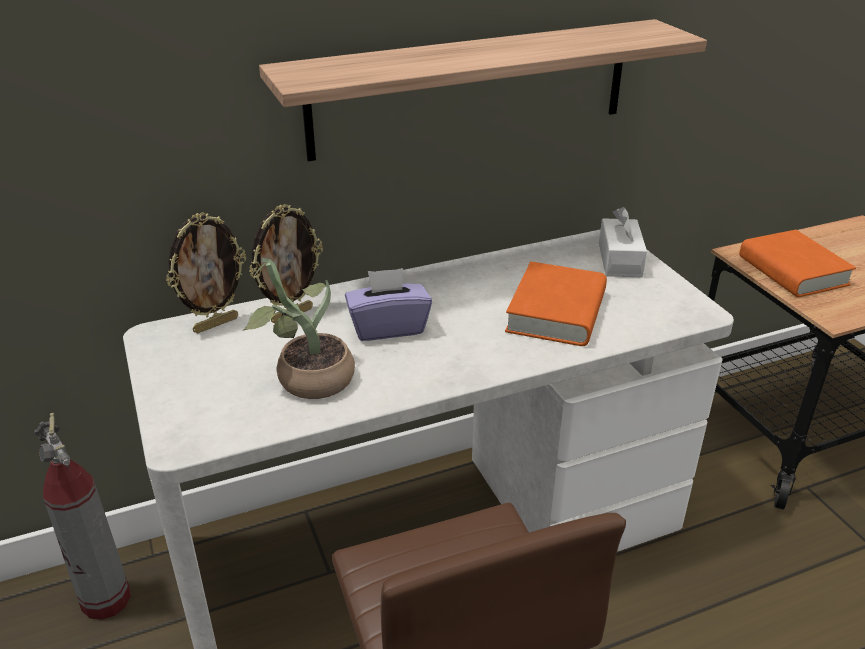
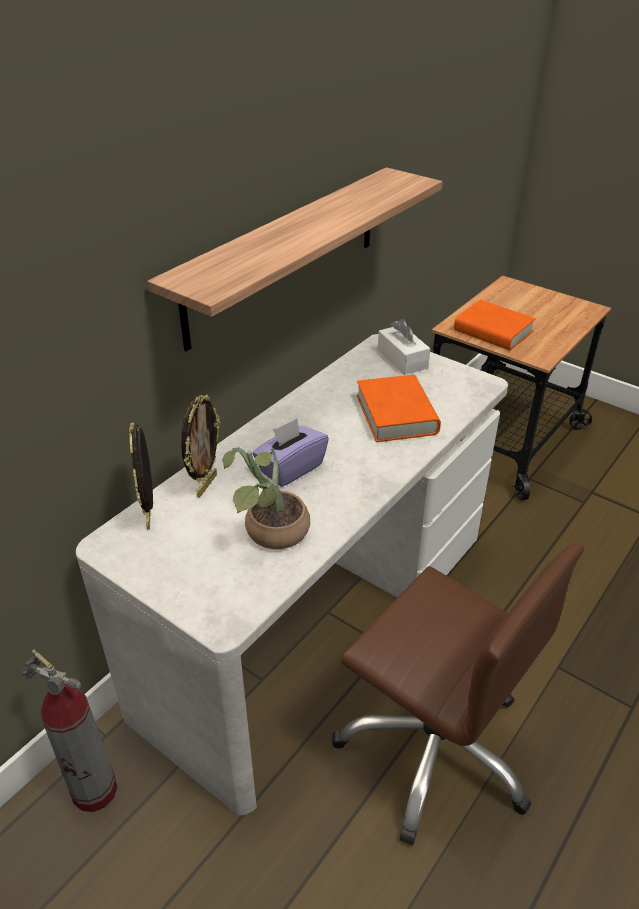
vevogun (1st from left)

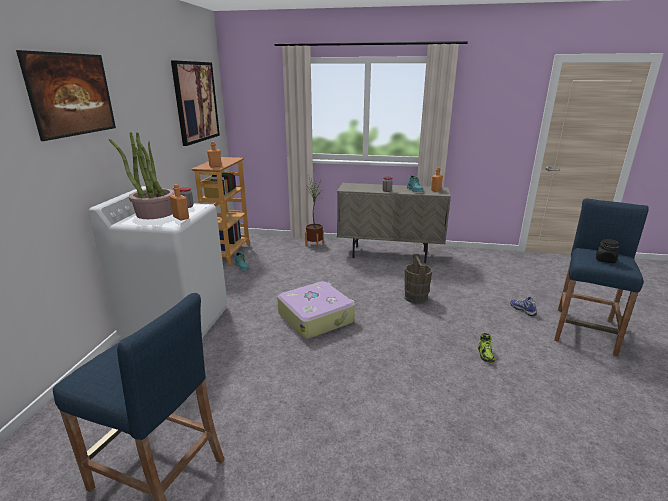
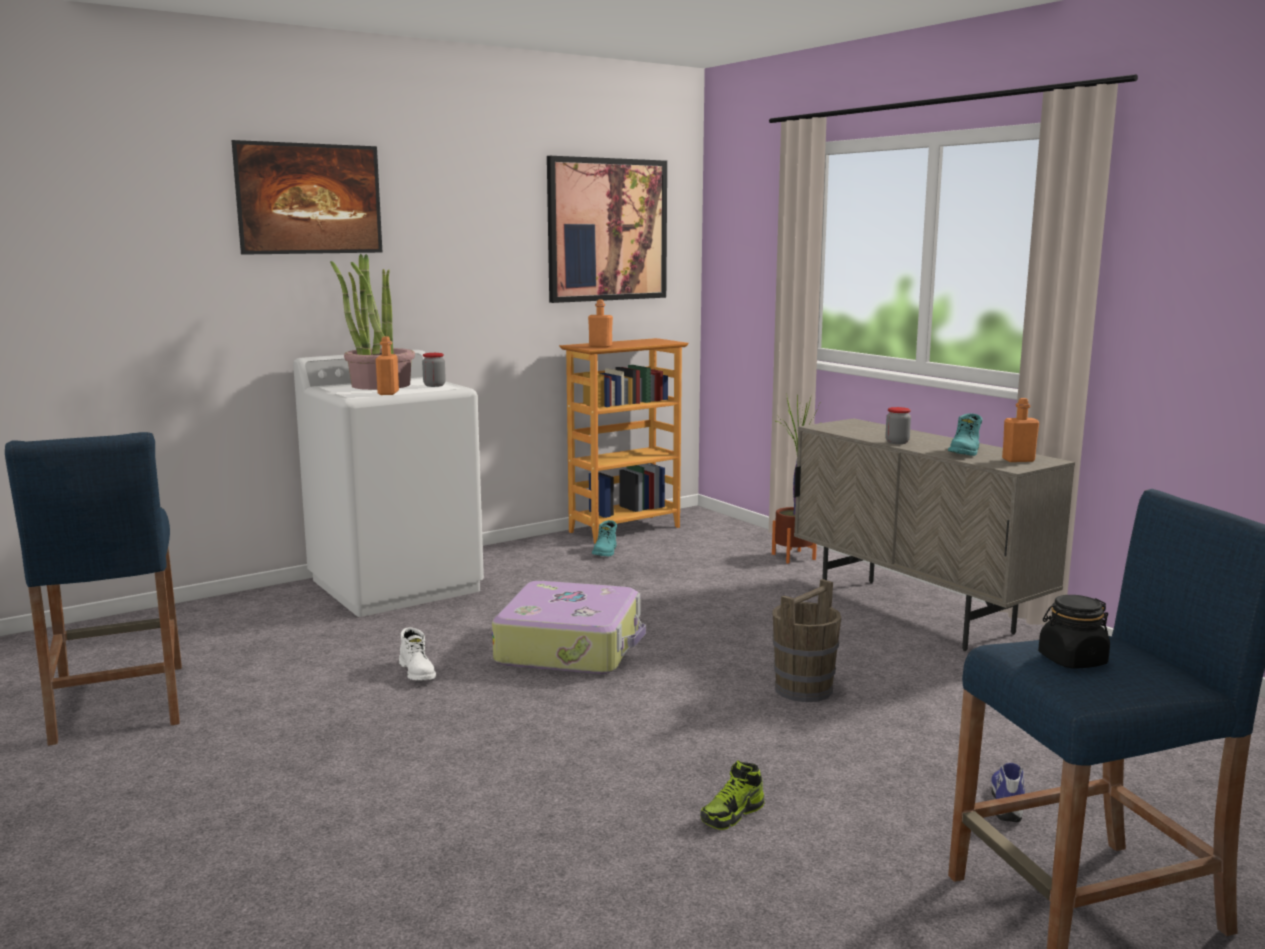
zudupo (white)

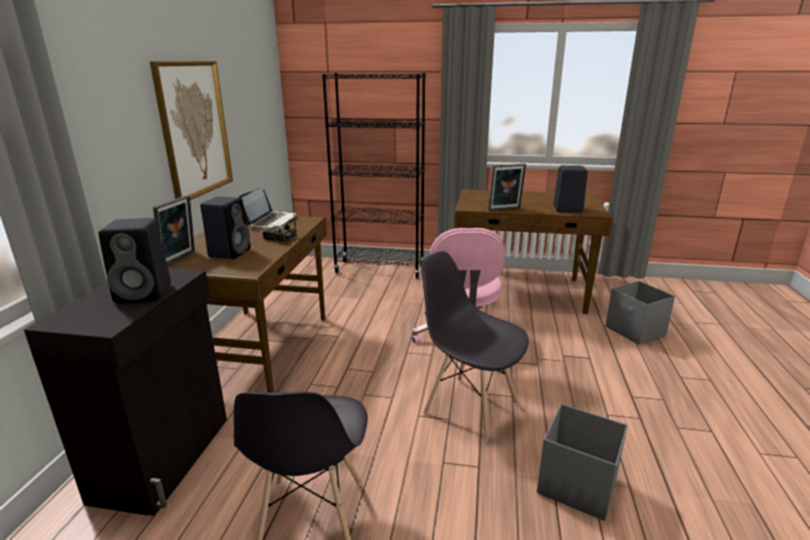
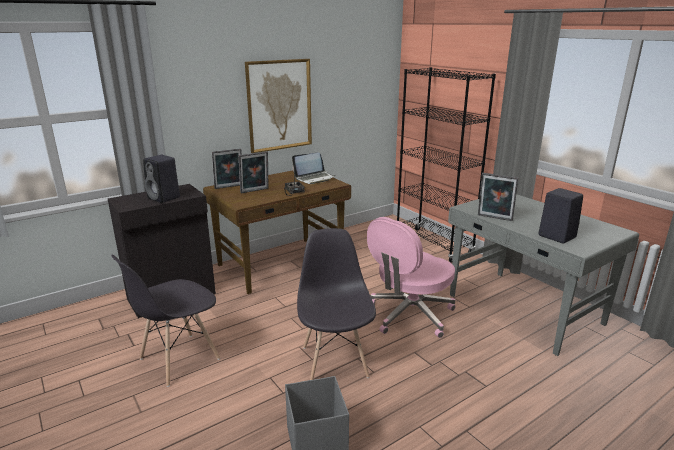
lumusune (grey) (2nd from left in the first image)
vevogun (2nd from left)
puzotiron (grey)

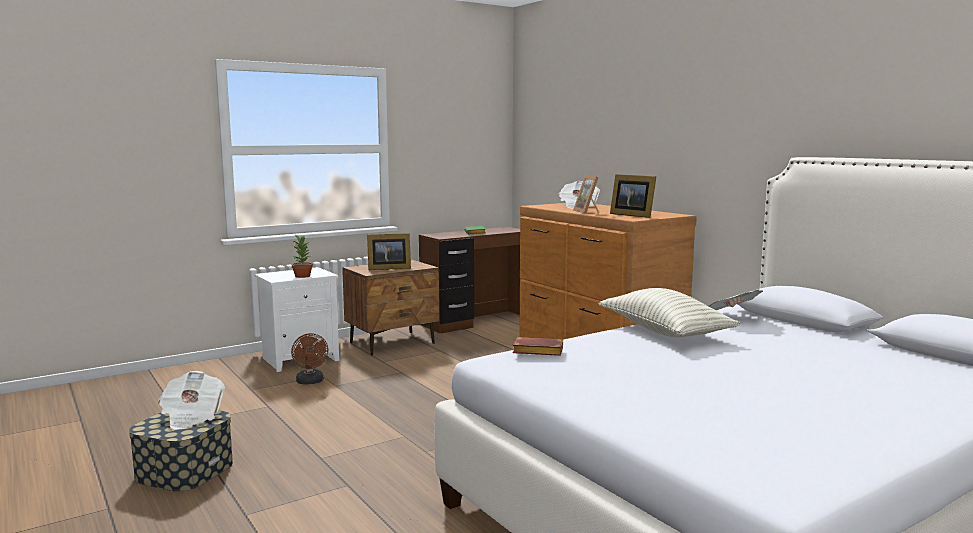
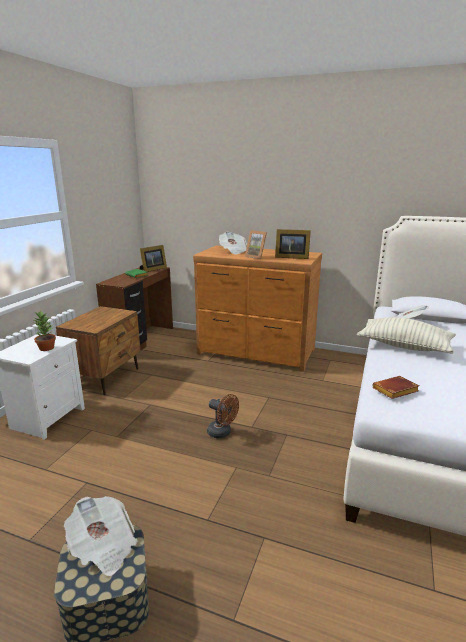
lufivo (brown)
vevogun (1st from left)

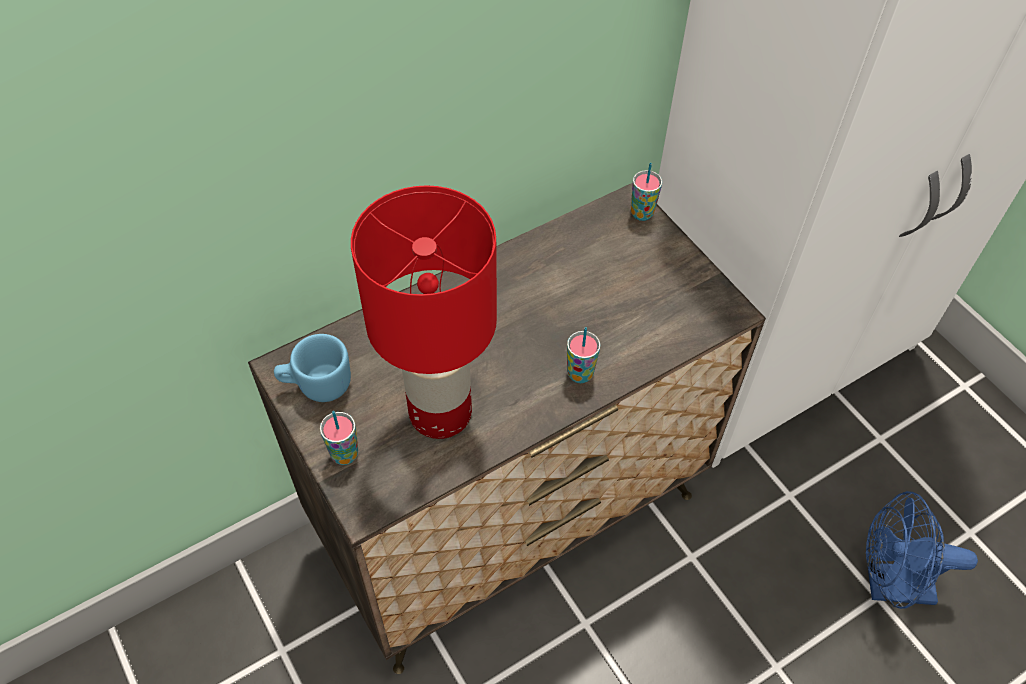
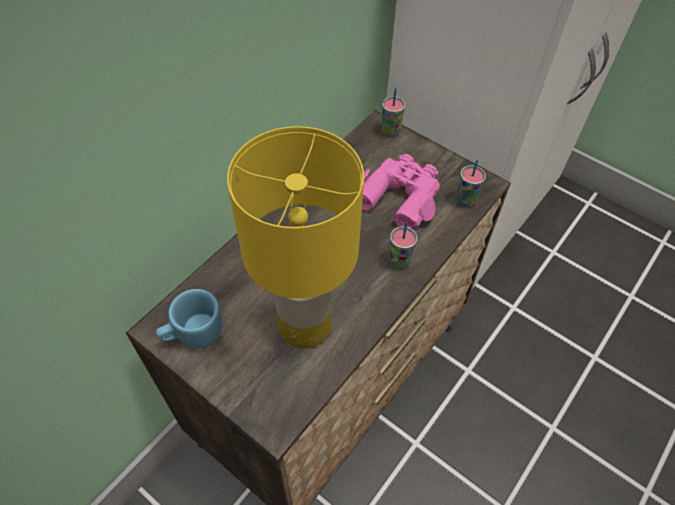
lufivo (blue)
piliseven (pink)
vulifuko (3rd from left)
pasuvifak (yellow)

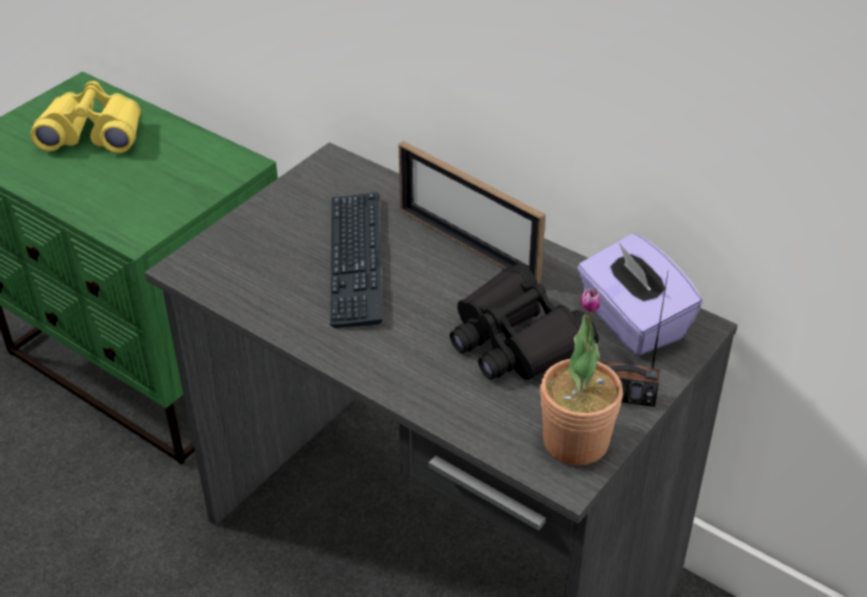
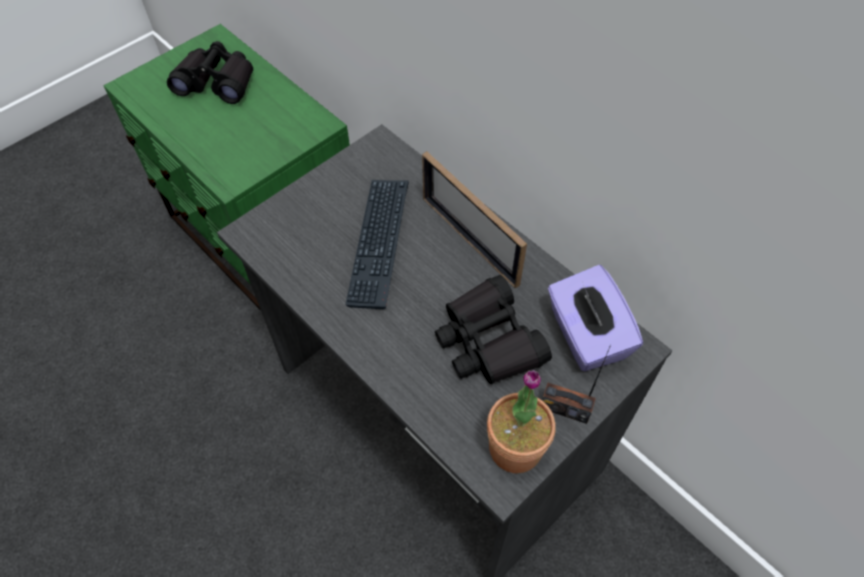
piliseven (black) (1st from left)

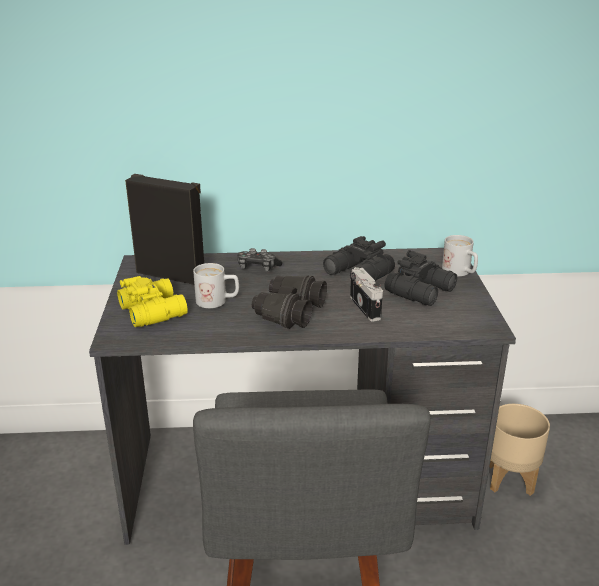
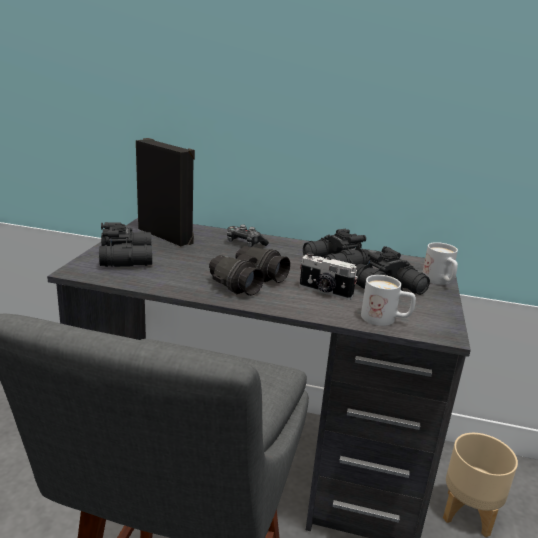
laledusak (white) (1st from left)
piliseven (black) (1st from left)
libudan

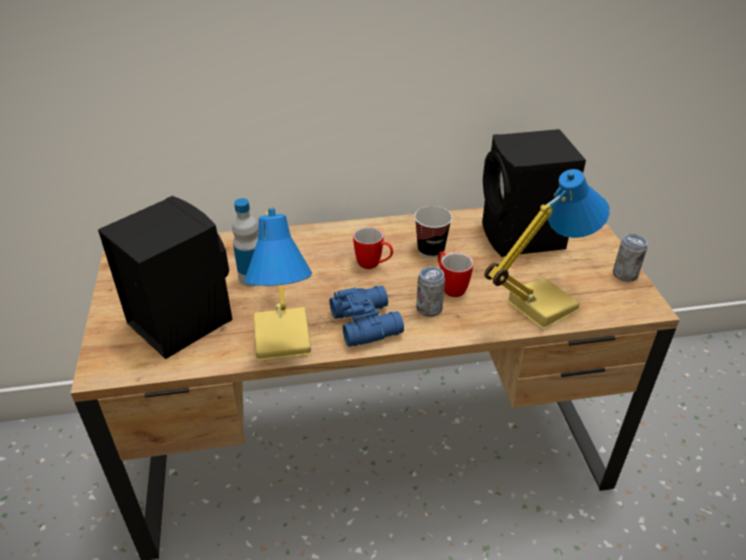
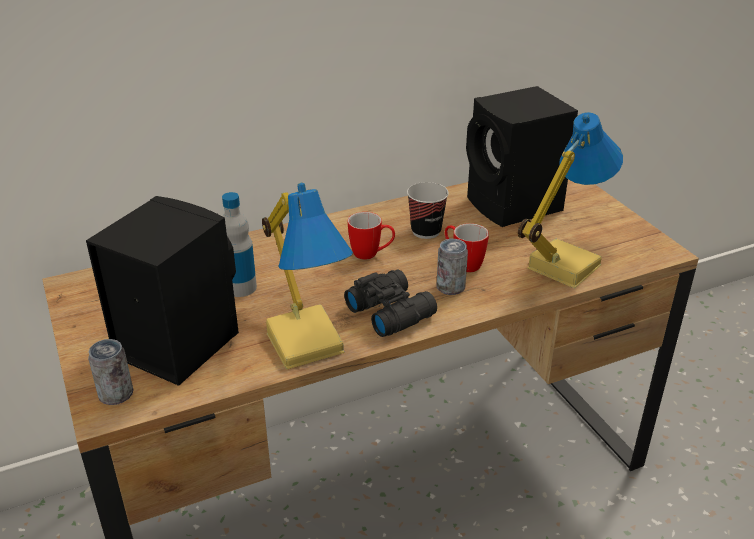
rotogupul (1st from left)
piliseven (black)

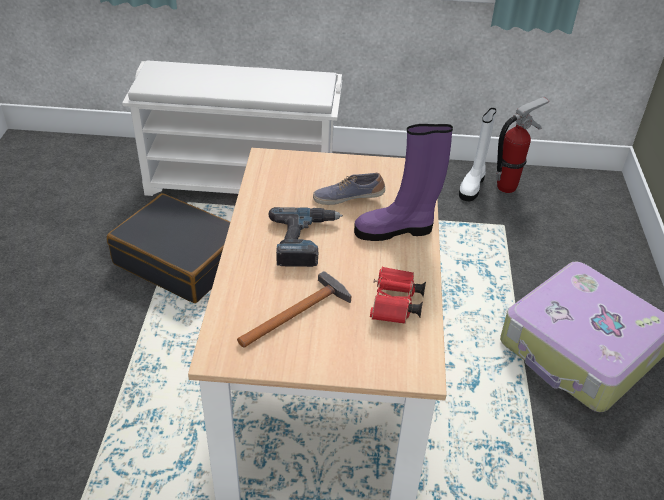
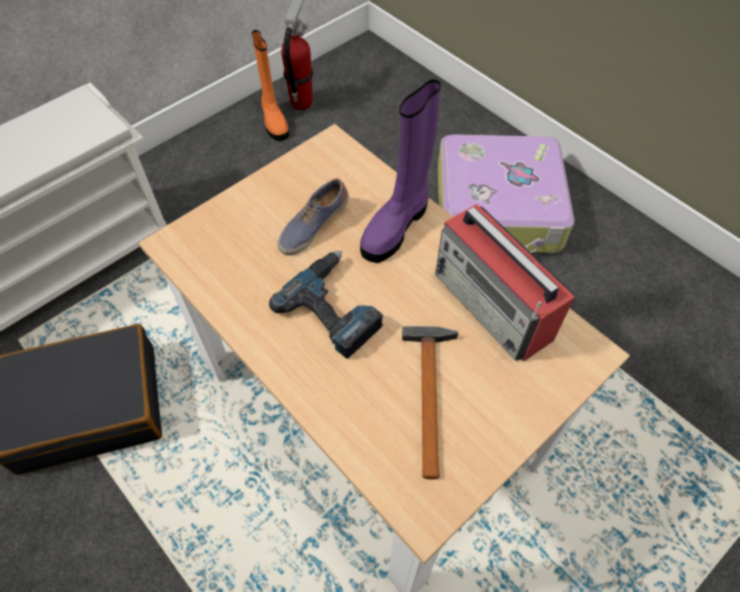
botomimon
zudupo (orange)

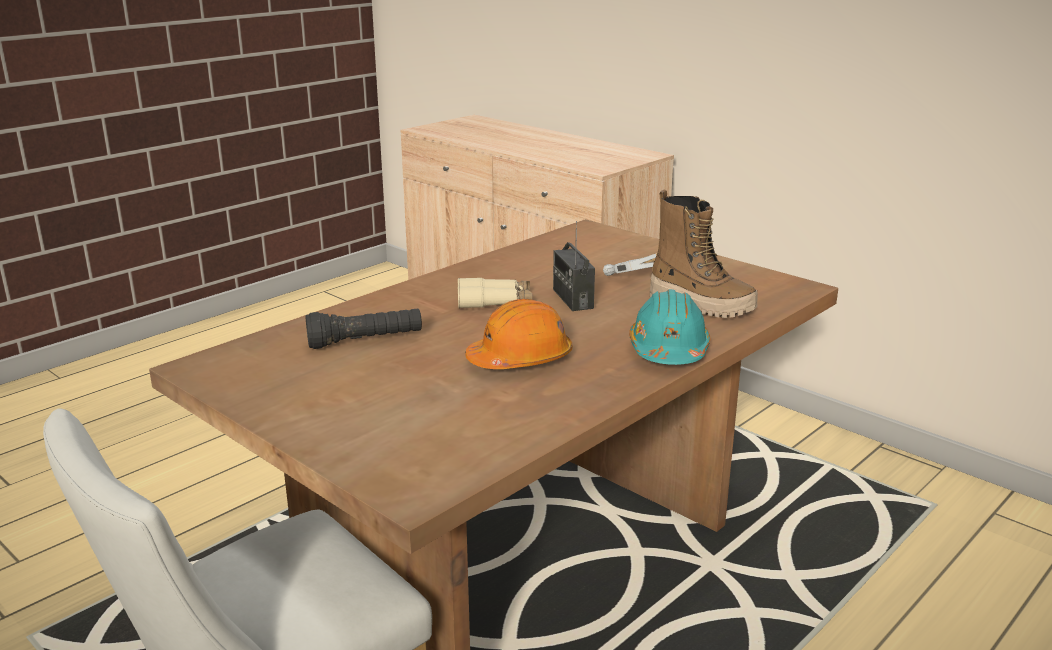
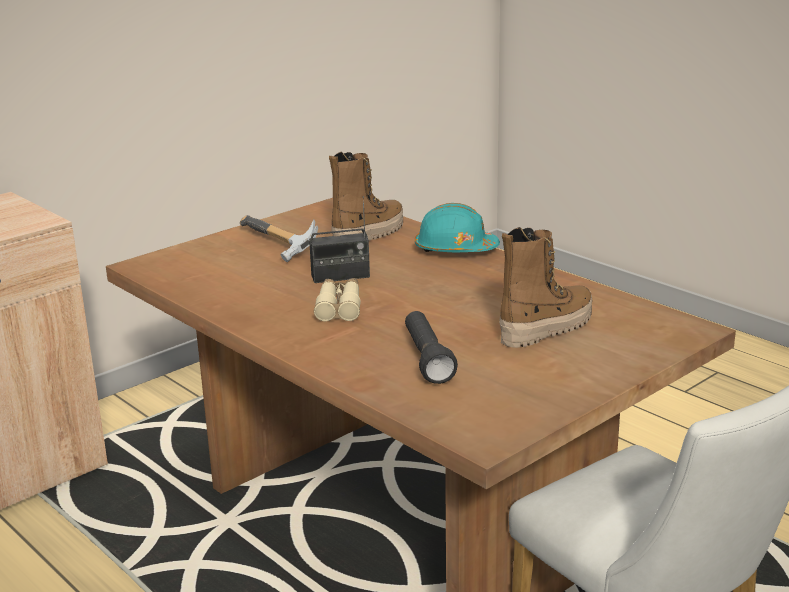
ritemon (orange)
zudupo (2nd from left)

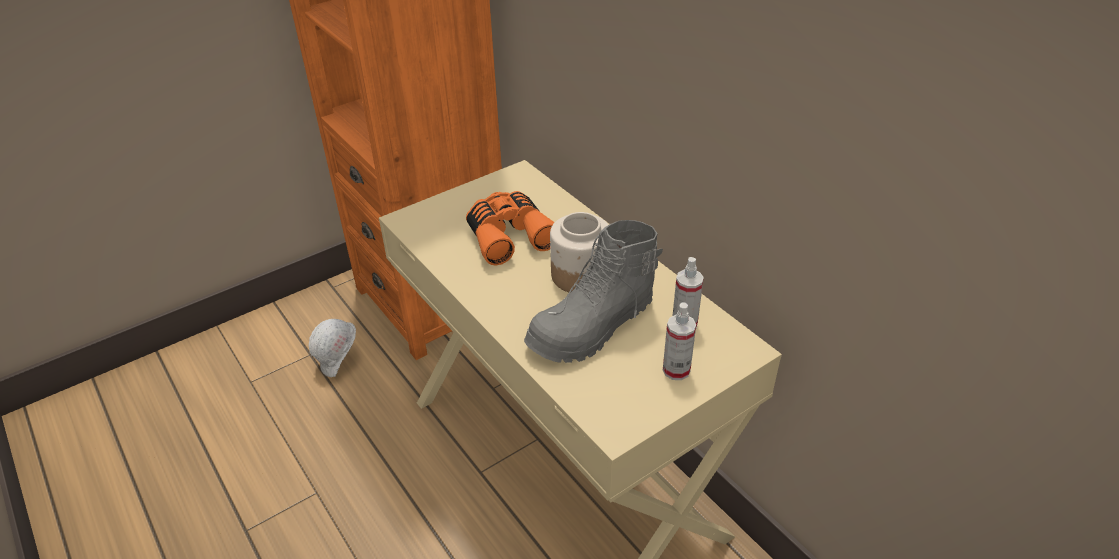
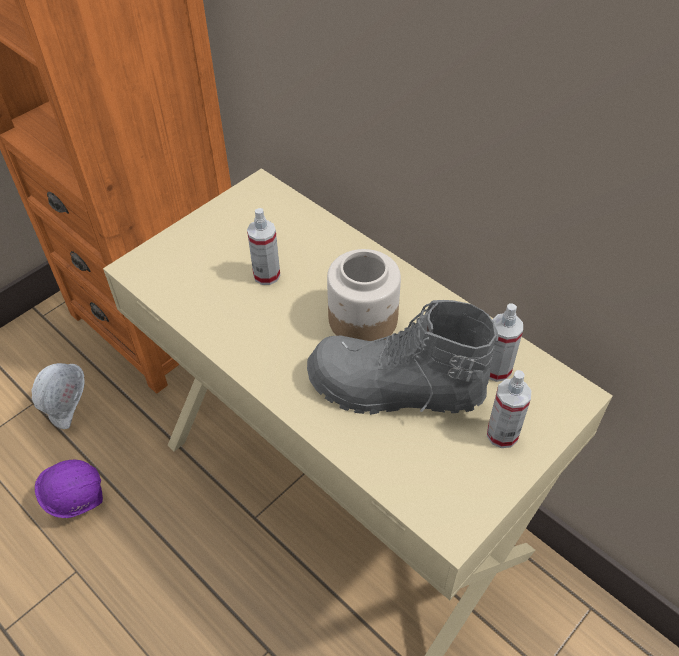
ritemon (purple)
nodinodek (1st from left)
zudupo (grey)

